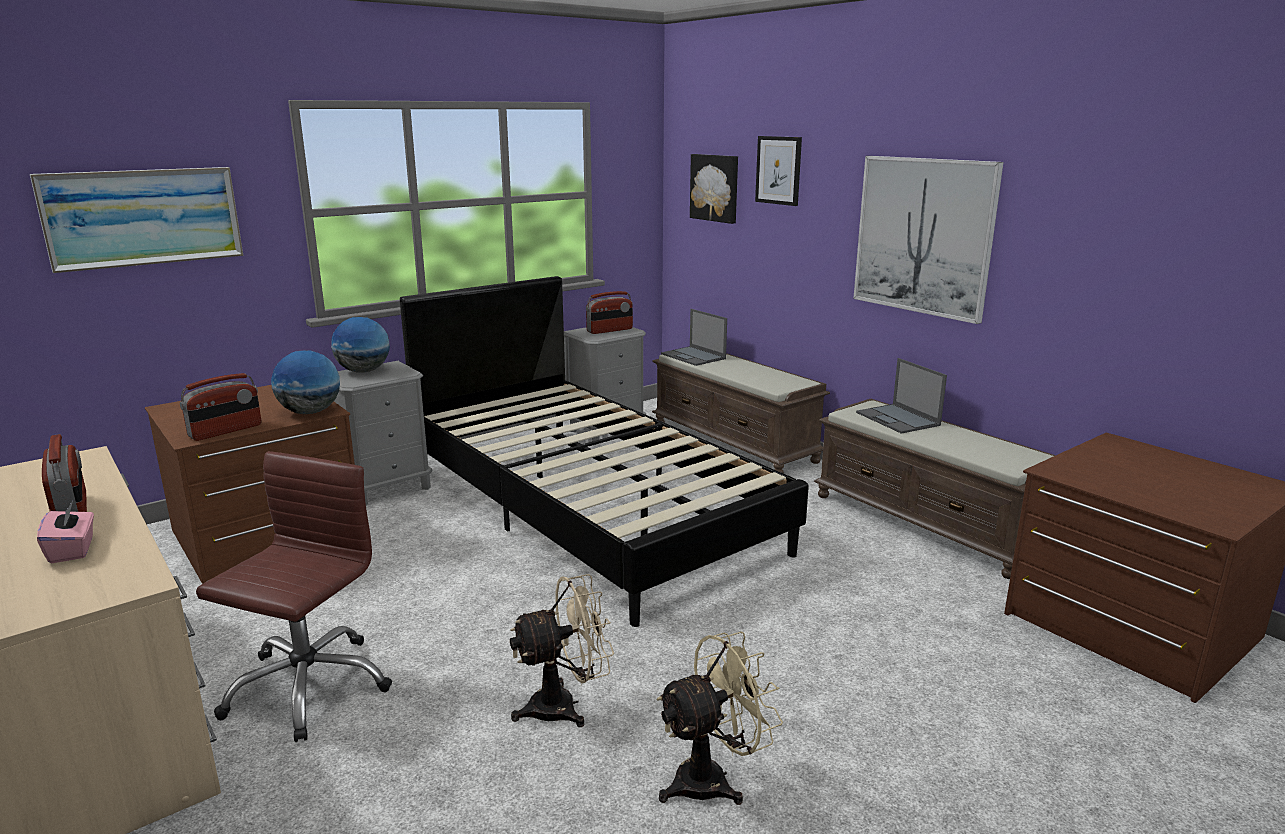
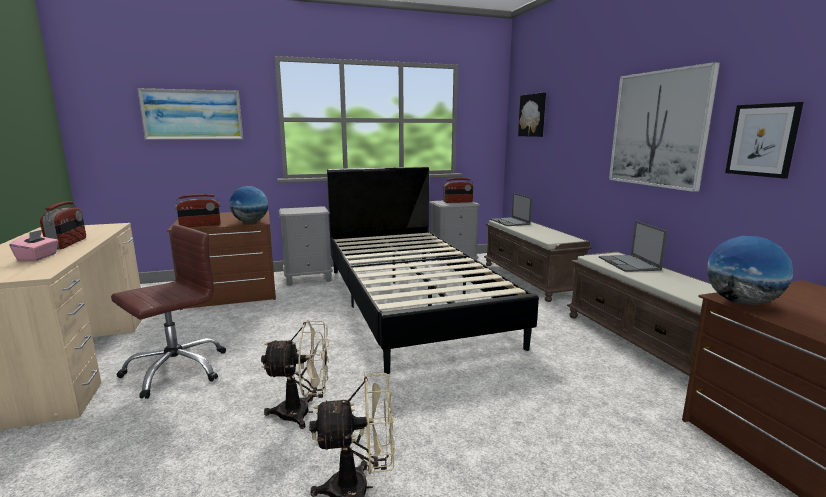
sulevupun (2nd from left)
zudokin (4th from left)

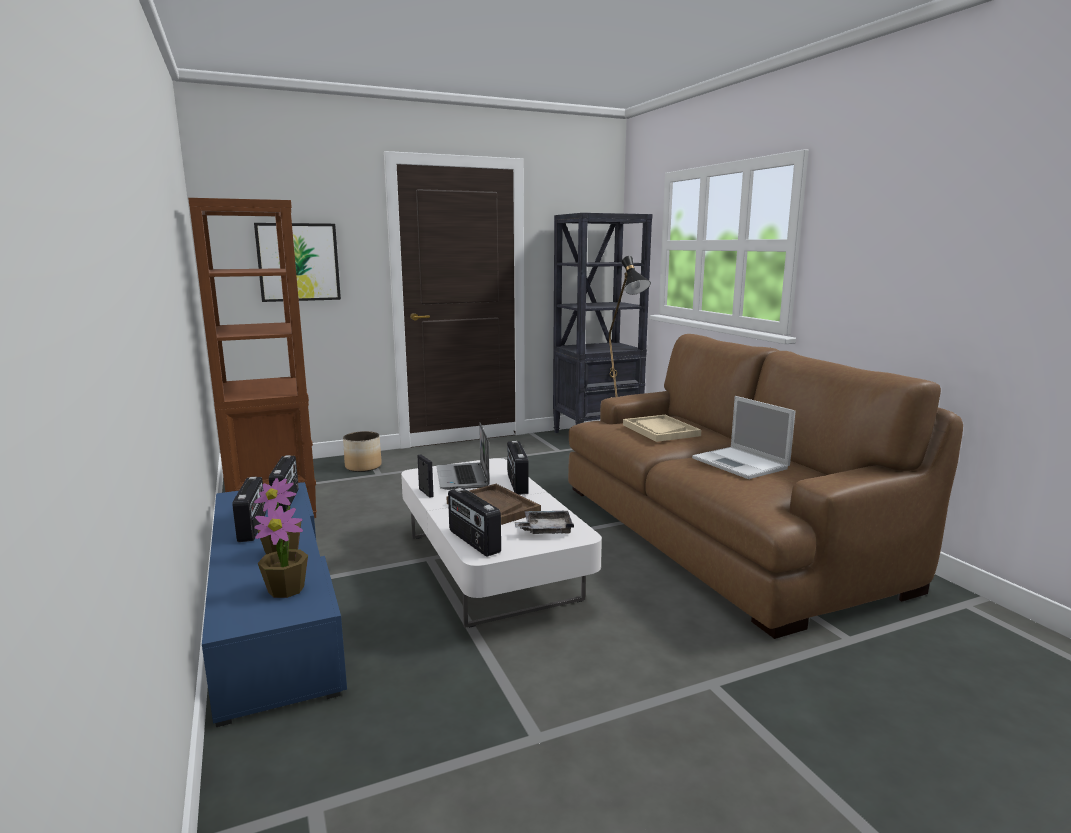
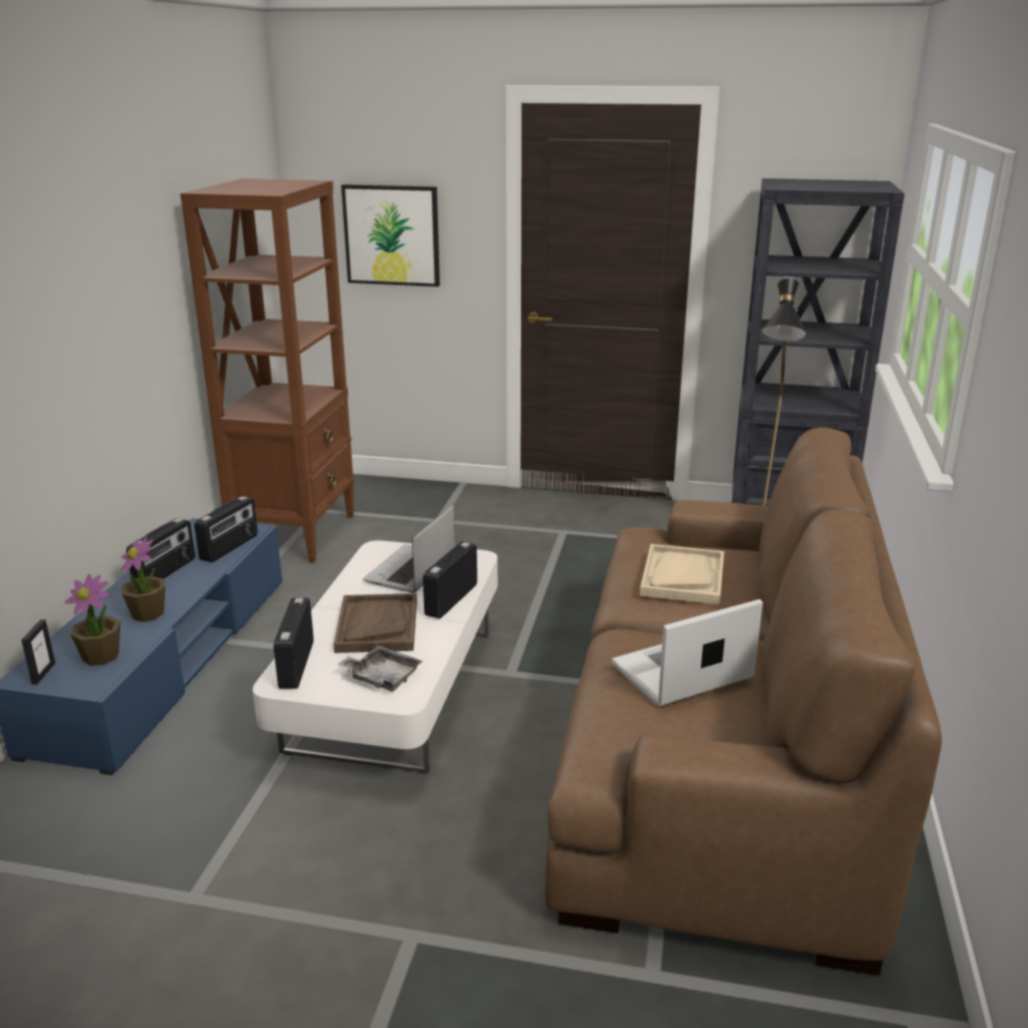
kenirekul
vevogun
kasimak (2nd from left)

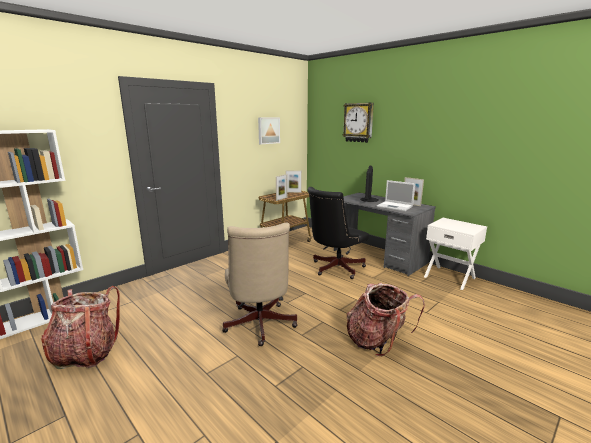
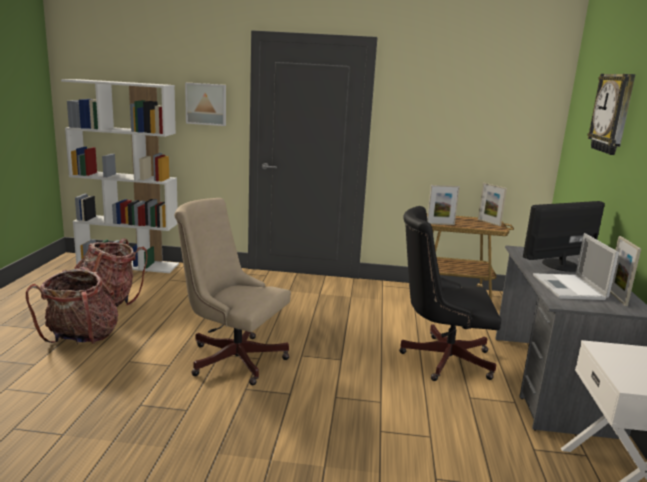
zudokin
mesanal (1st from left)
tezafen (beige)

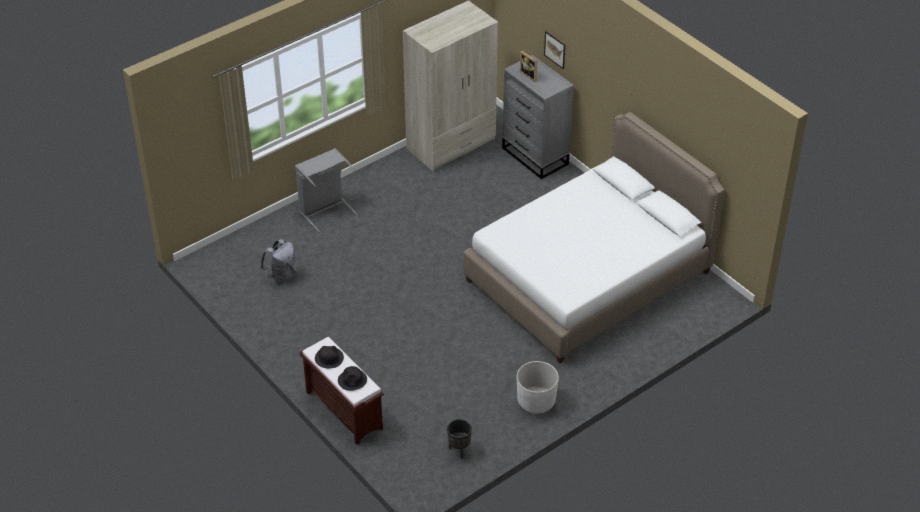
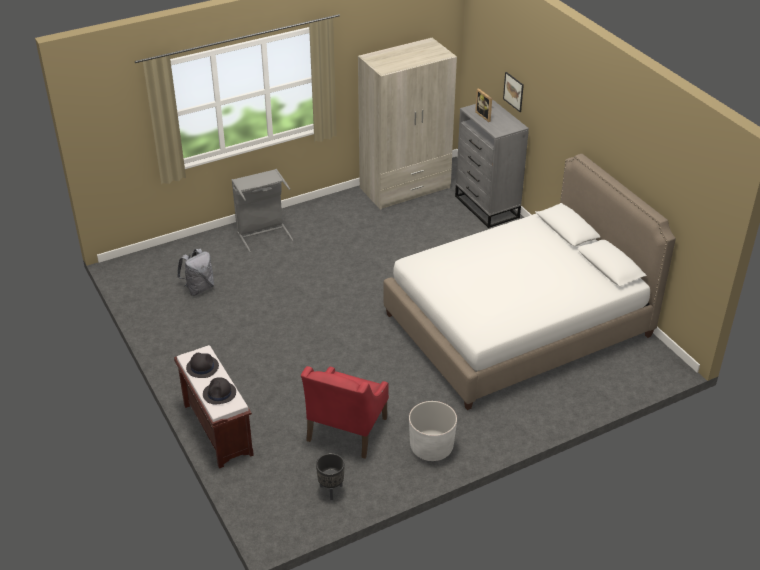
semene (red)

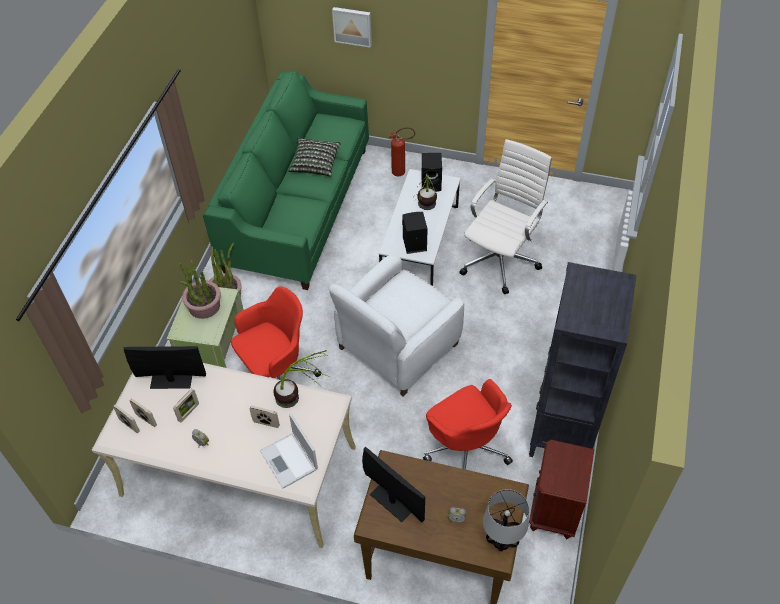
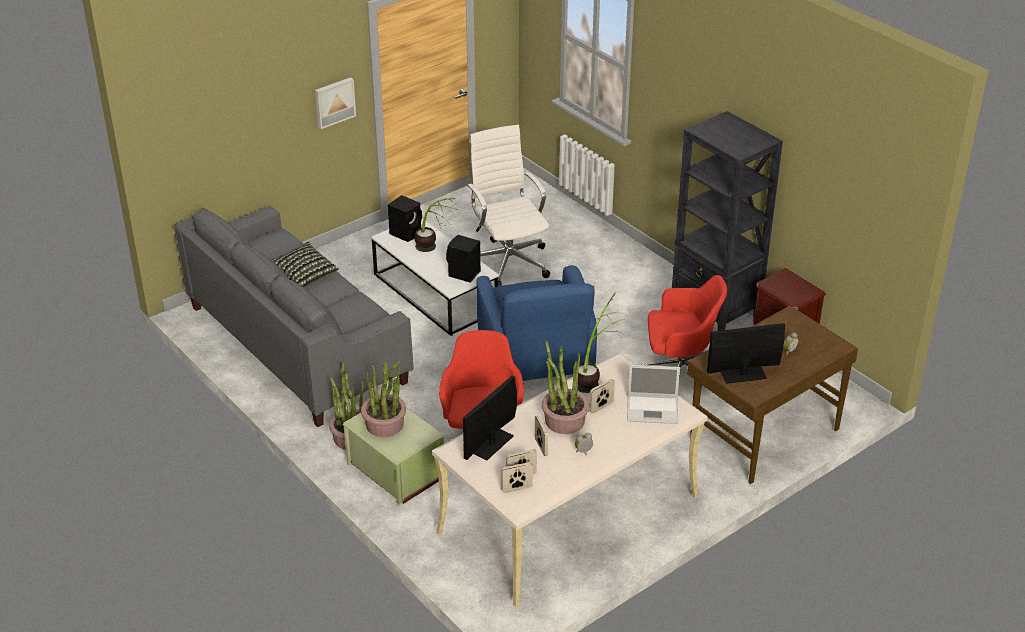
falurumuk
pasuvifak
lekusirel (4th from left)
zudokin
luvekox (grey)
semene (blue)

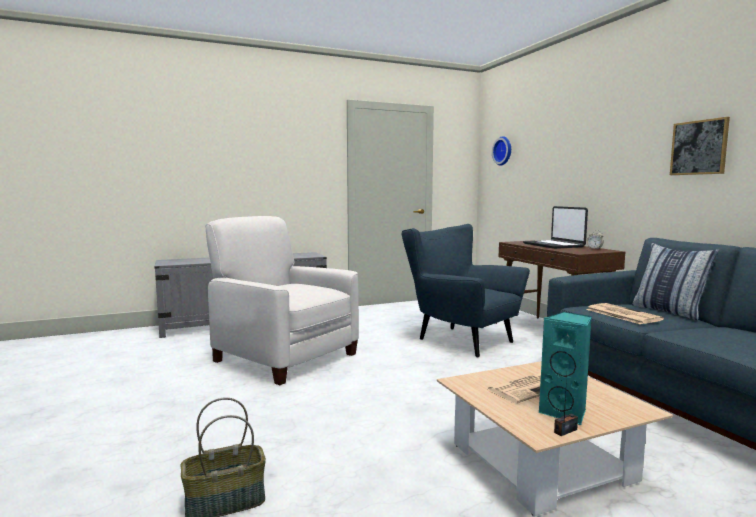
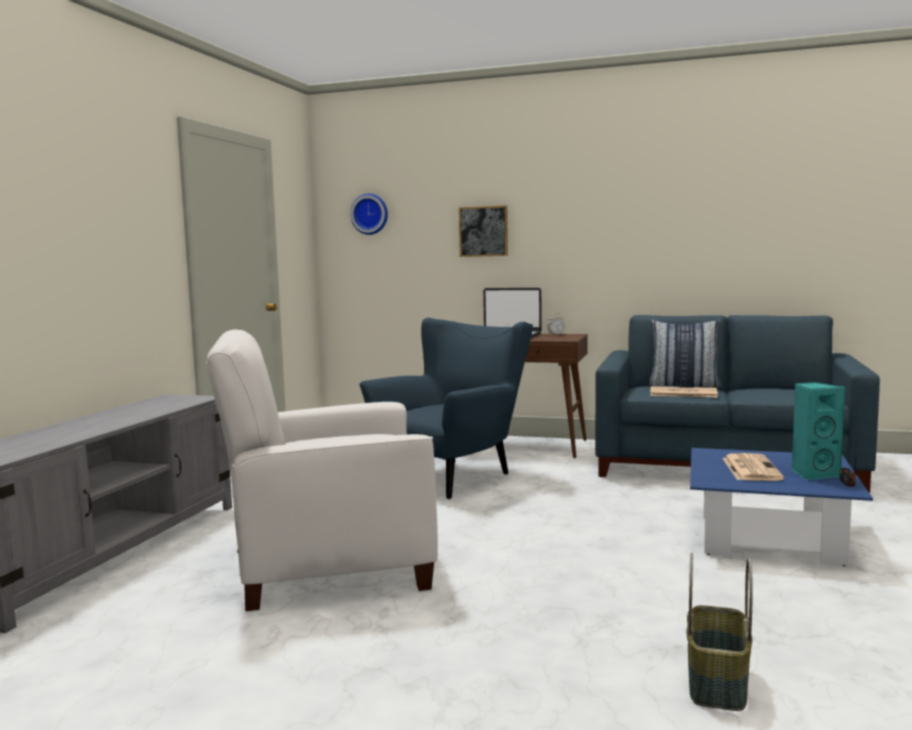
zudokin
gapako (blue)
semene (blue)

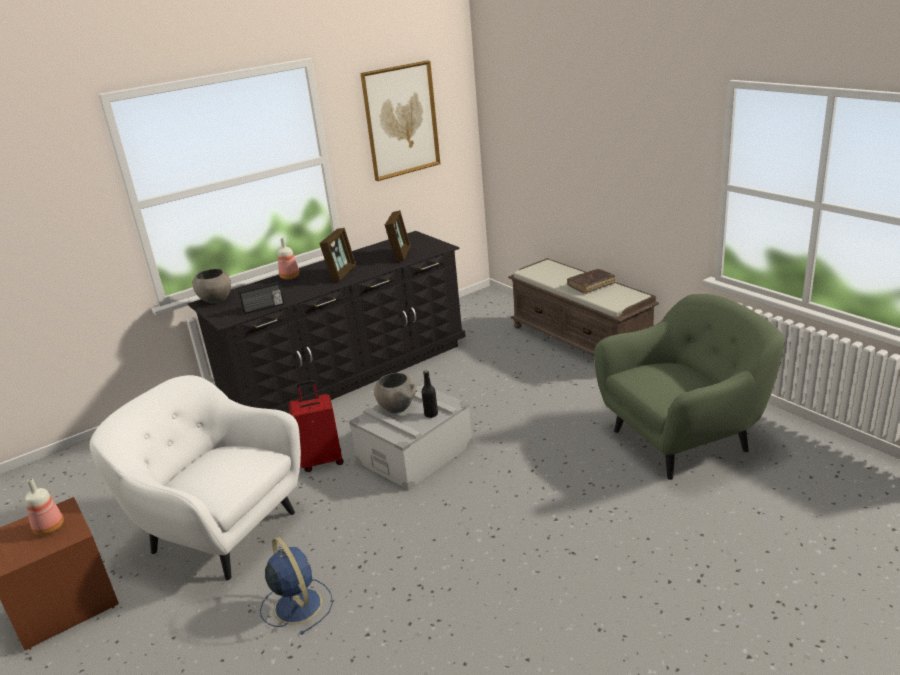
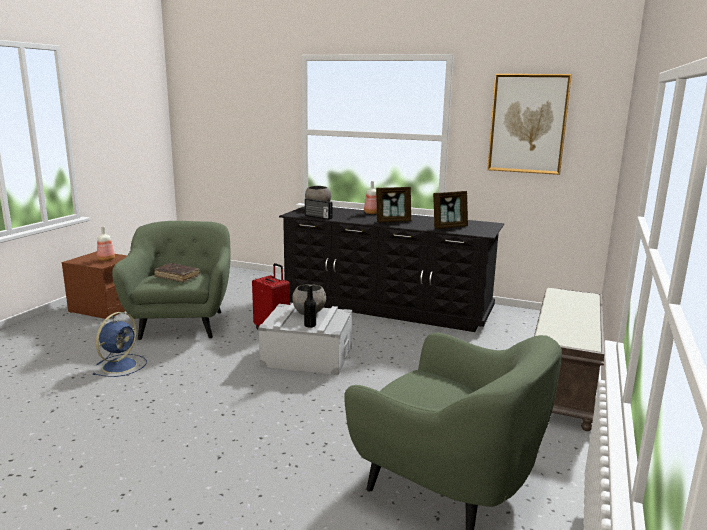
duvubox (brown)
semene (green) (1st from left)

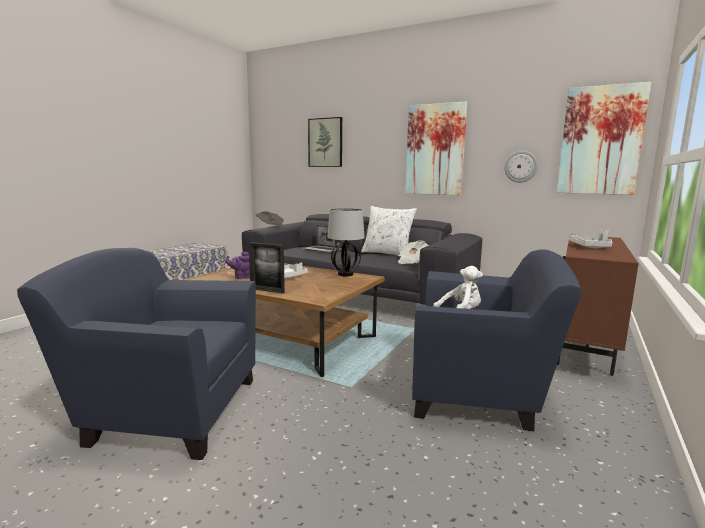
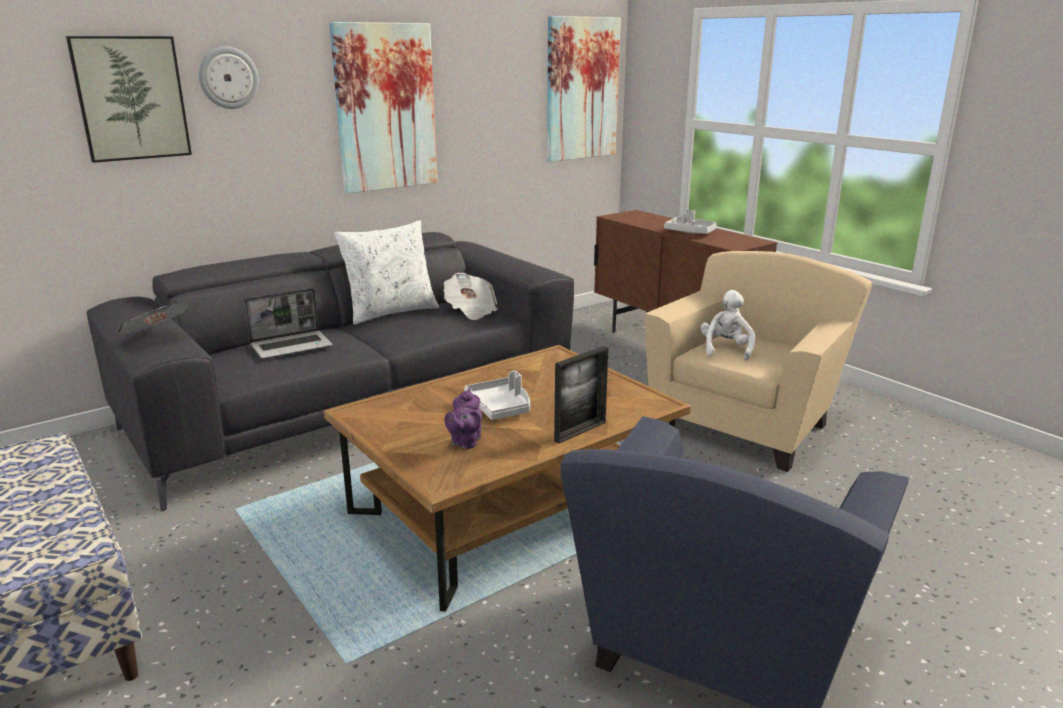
pasuvifak
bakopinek
semene (beige)

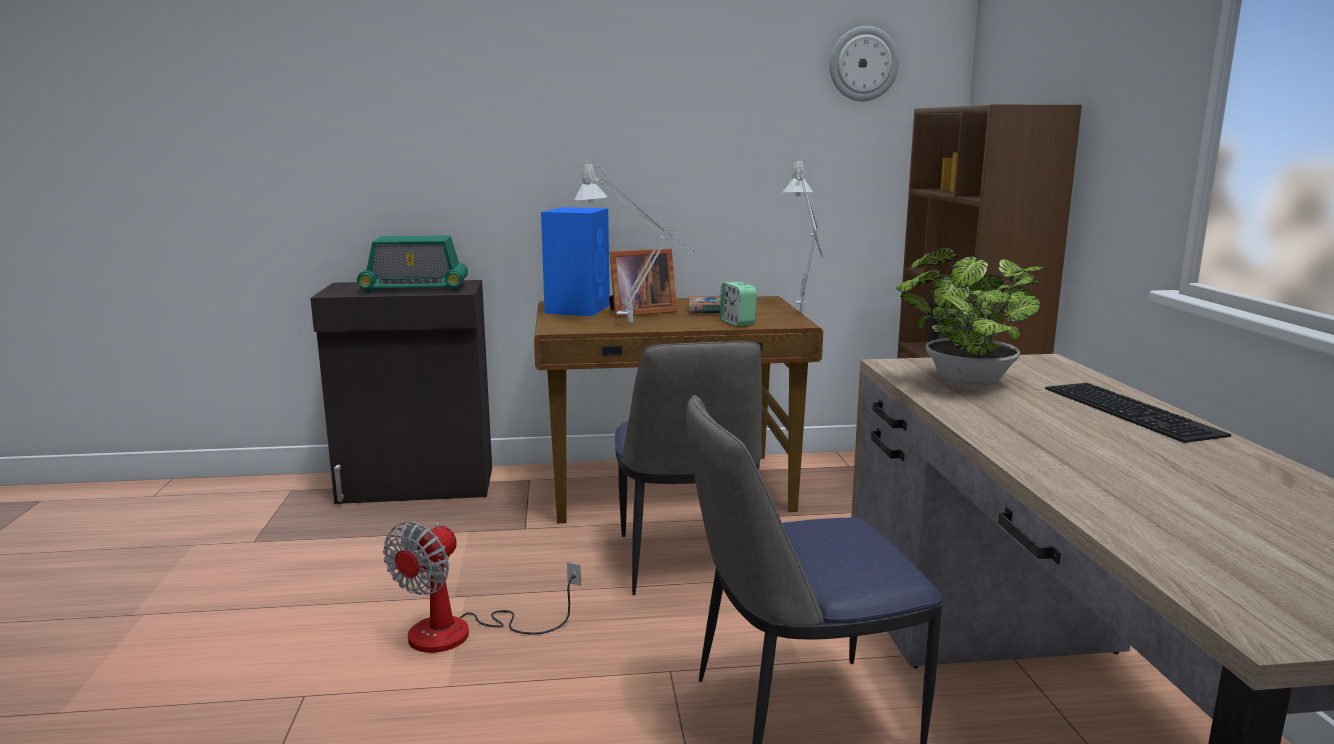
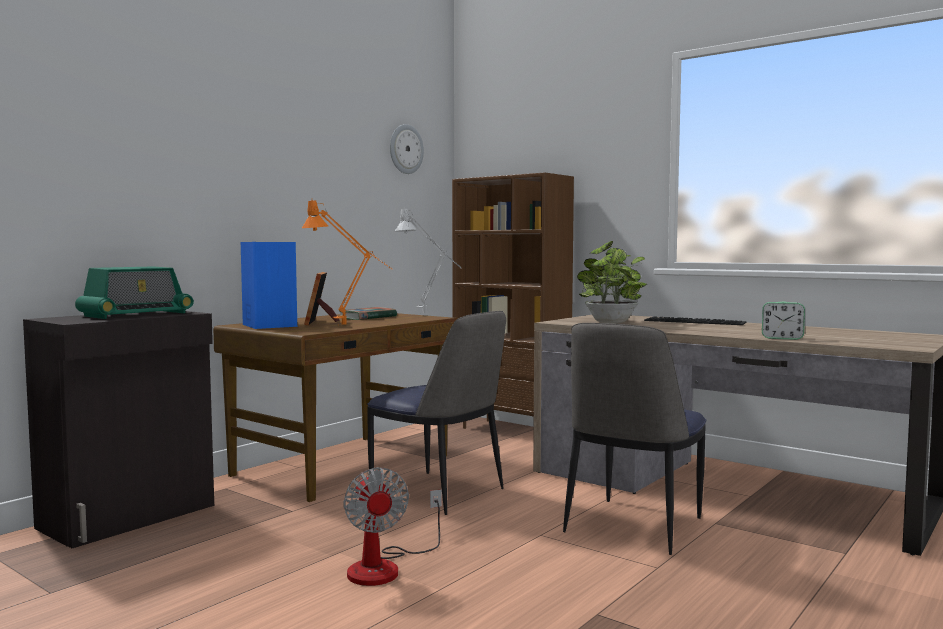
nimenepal
pasuvifak (orange)
vevogun

